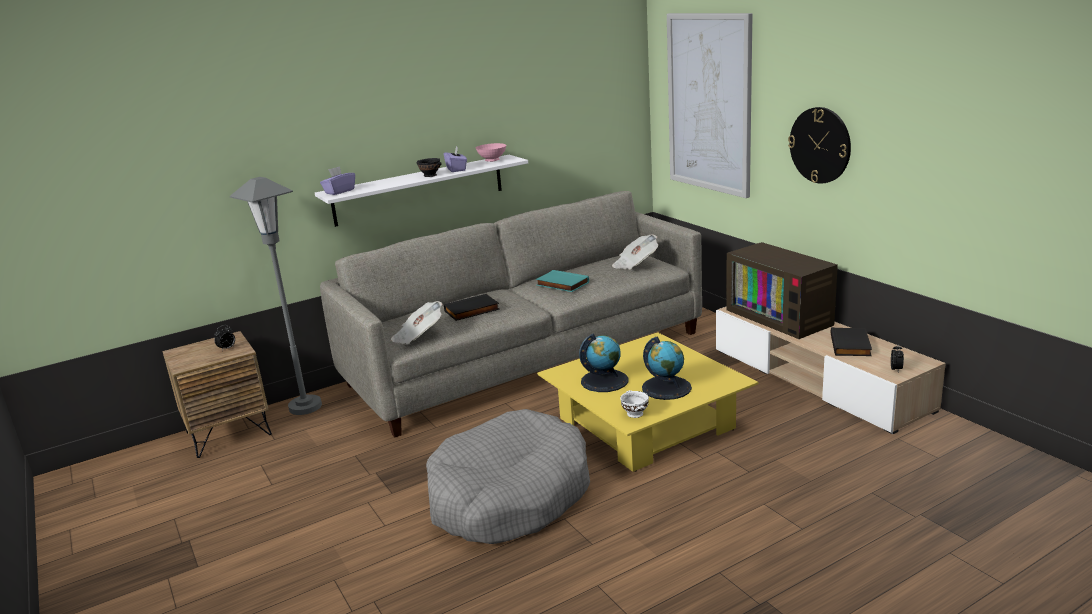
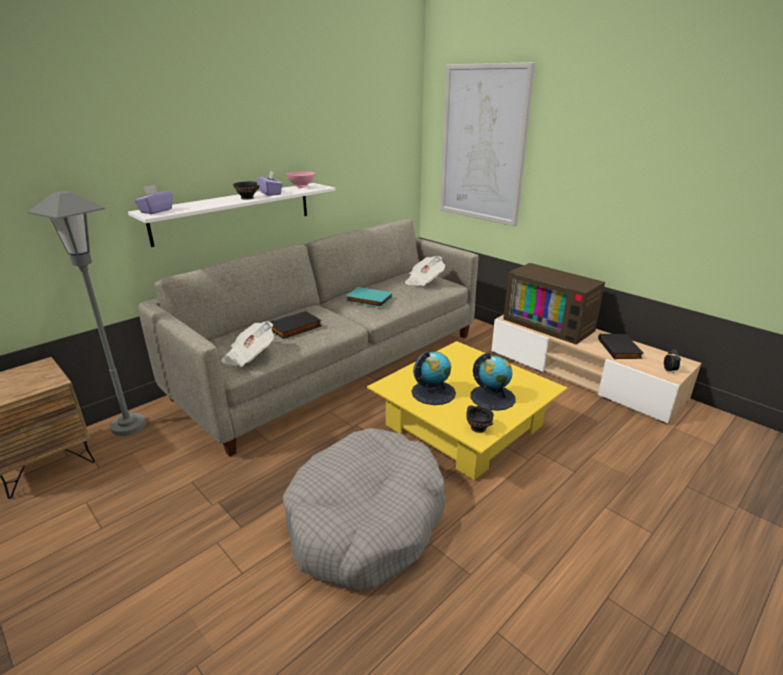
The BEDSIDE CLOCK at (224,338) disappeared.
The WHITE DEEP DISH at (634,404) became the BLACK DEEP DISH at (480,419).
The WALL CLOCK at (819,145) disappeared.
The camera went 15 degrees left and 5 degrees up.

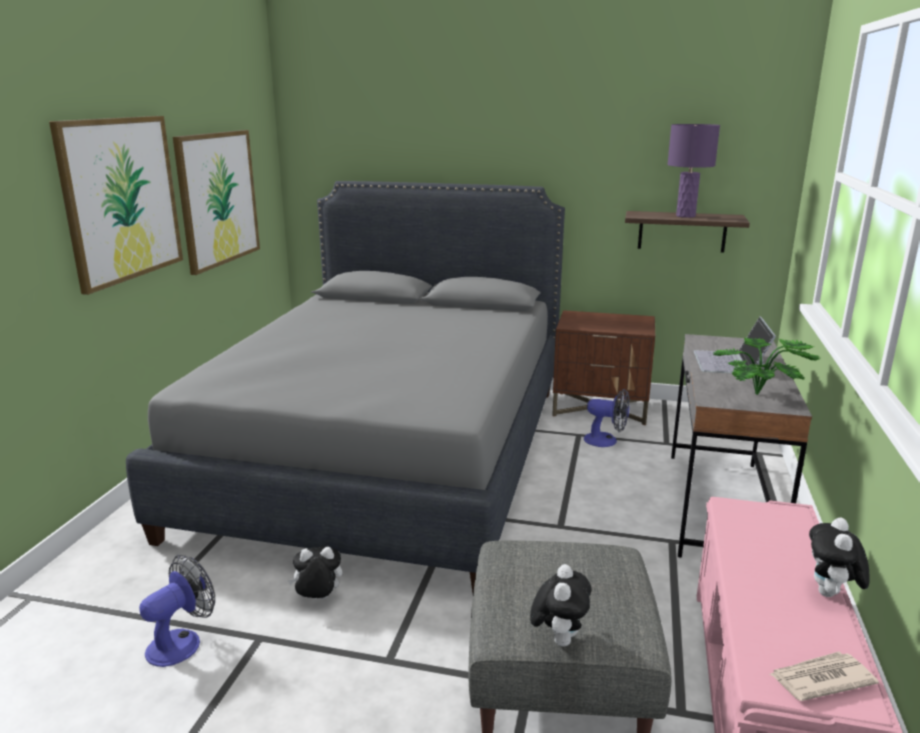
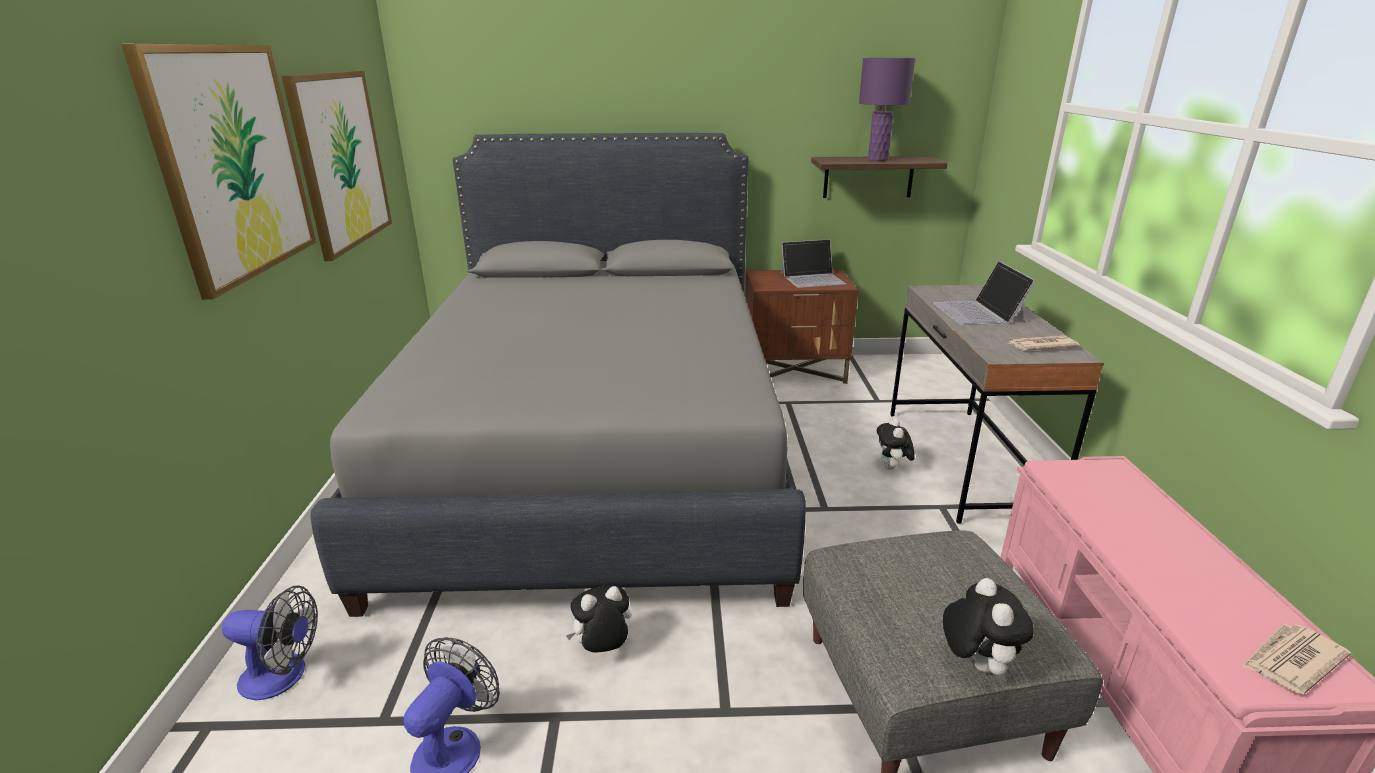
The FAN moved from (607,418) to (270,643).
The PLANT IN A POT at (766,366) was replaced by the DAILY PAPER at (1044,342).
The CUDDLY TOY moved from (839,557) to (896,444).
The PORTABLE COMPUTER at (813,263) appeared.
The camera went 15 degrees left and 5 degrees up.

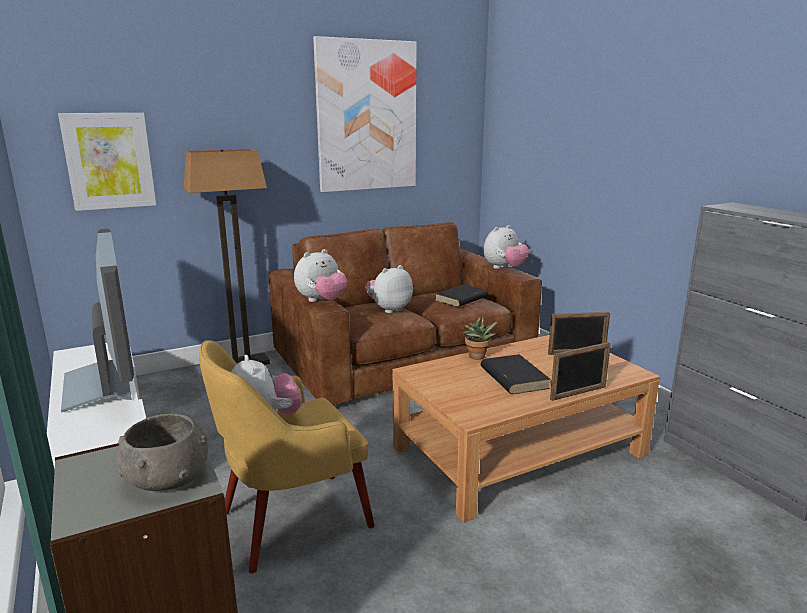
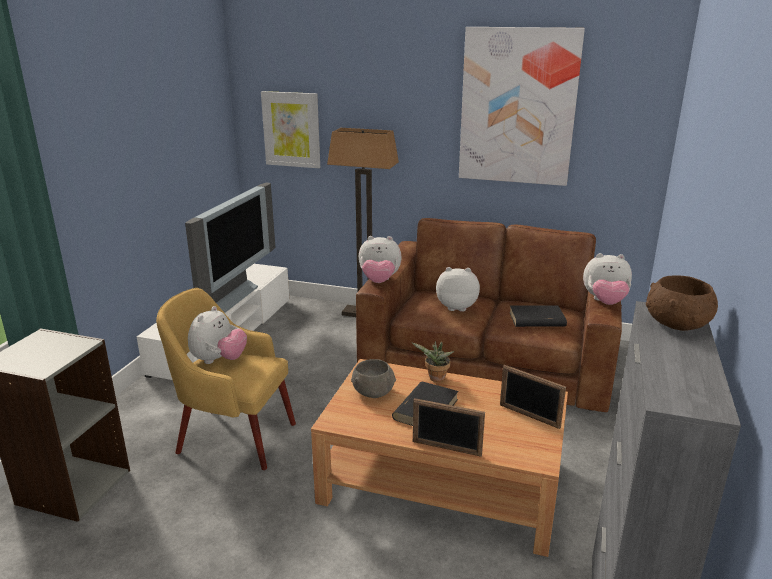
The GREYISH DEEP DISH moved from (162,452) to (373,378).
The BROWN DEEP DISH at (682,303) appeared.
The camera went 45 degrees right and 5 degrees up.

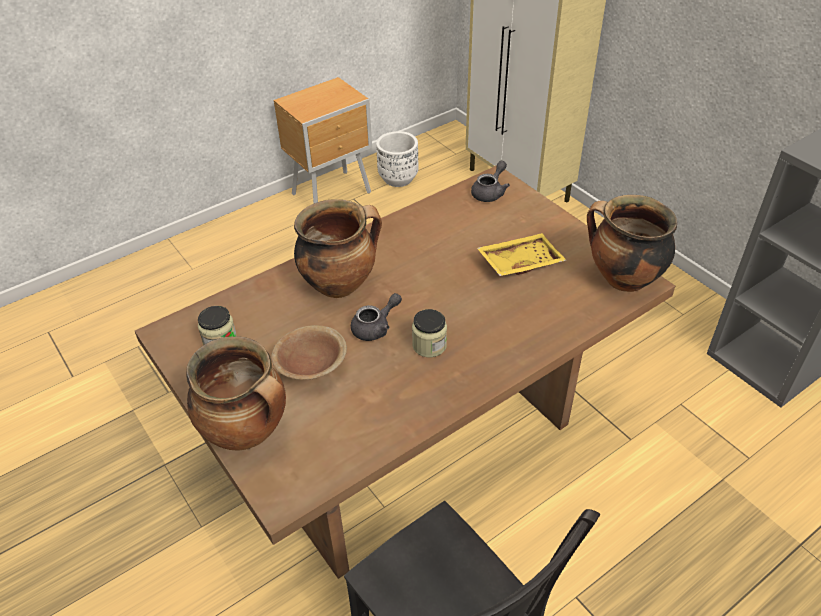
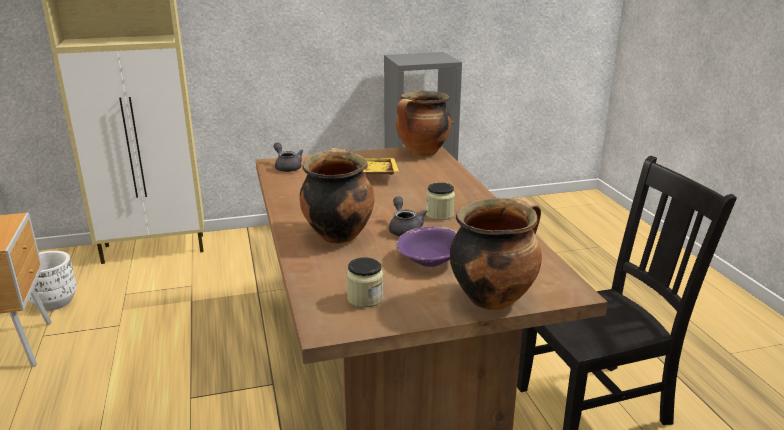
The BROWN DEEP DISH at (309,352) became the PURPLE DEEP DISH at (427,246).
The camera went 70 degrees left and 20 degrees down.

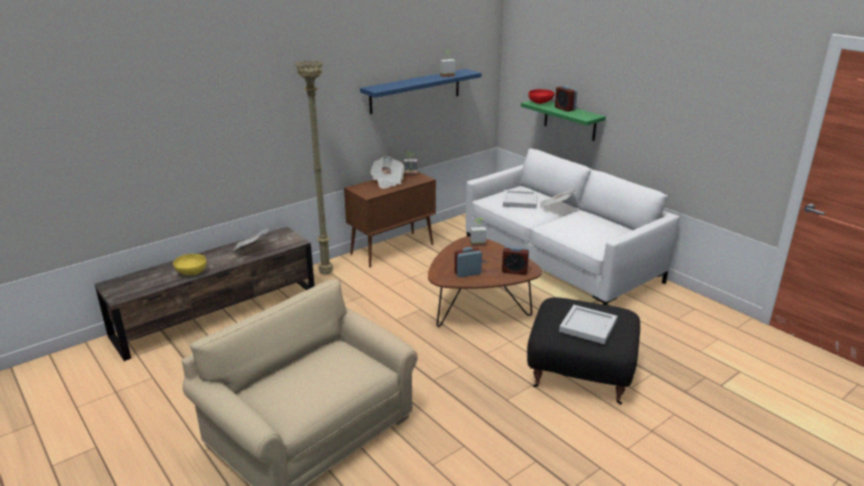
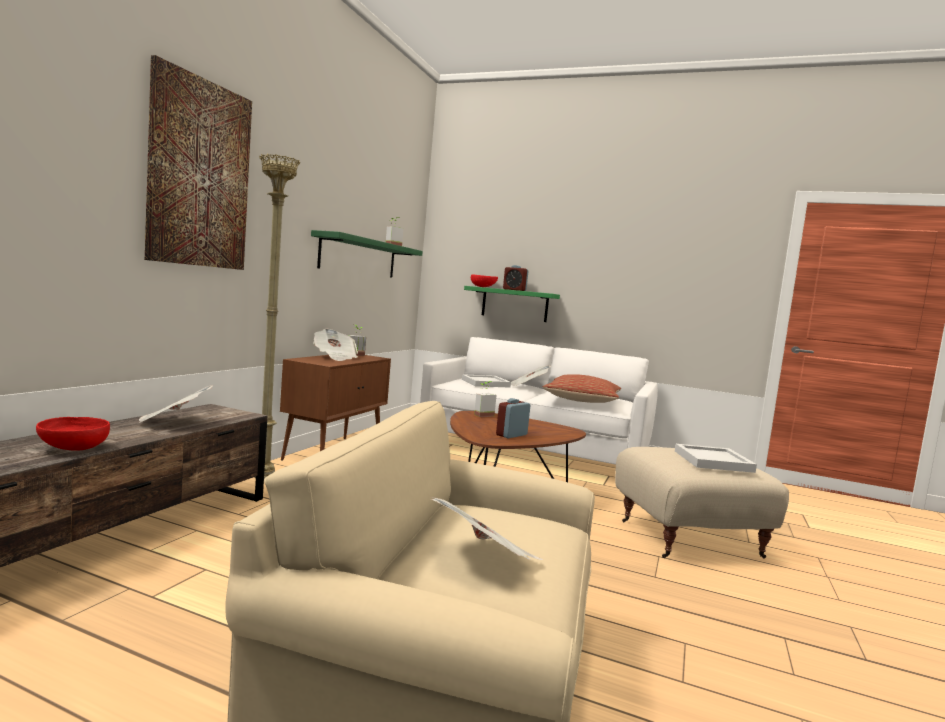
The YELLOW-COLOURED DEEP DISH at (189,264) became the REDDISH DEEP DISH at (73,434).
The BLUE SHELF at (421,91) became the GREEN-COLOURED SHELF at (367,254).
The BEDSIDE CLOCK at (515,260) disappeared.
The BLACK POUFFE at (583,351) became the BEIGE POUFFE at (702,503).
The WALL ART at (198,162) appeared.
The DAILY PAPER at (487,528) appeared.
The CUSHION at (582,388) appeared.
The camera went 30 degrees left and 20 degrees down.

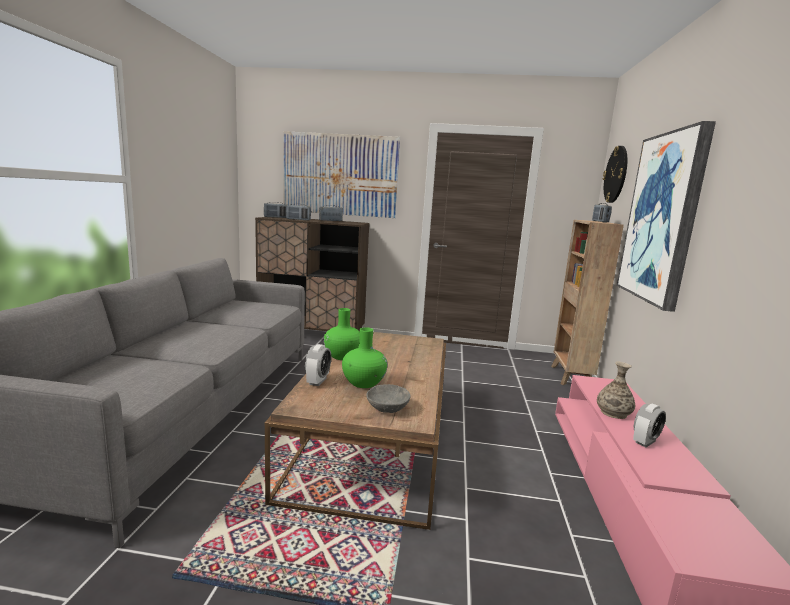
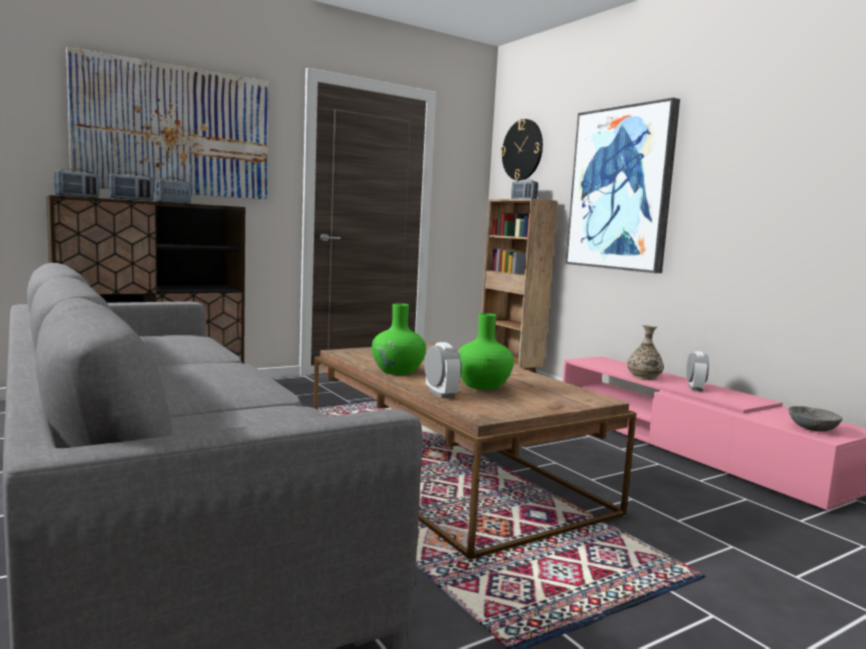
The GREYISH DEEP DISH moved from (388,398) to (815,419).
The camera went 40 degrees left and 5 degrees down.

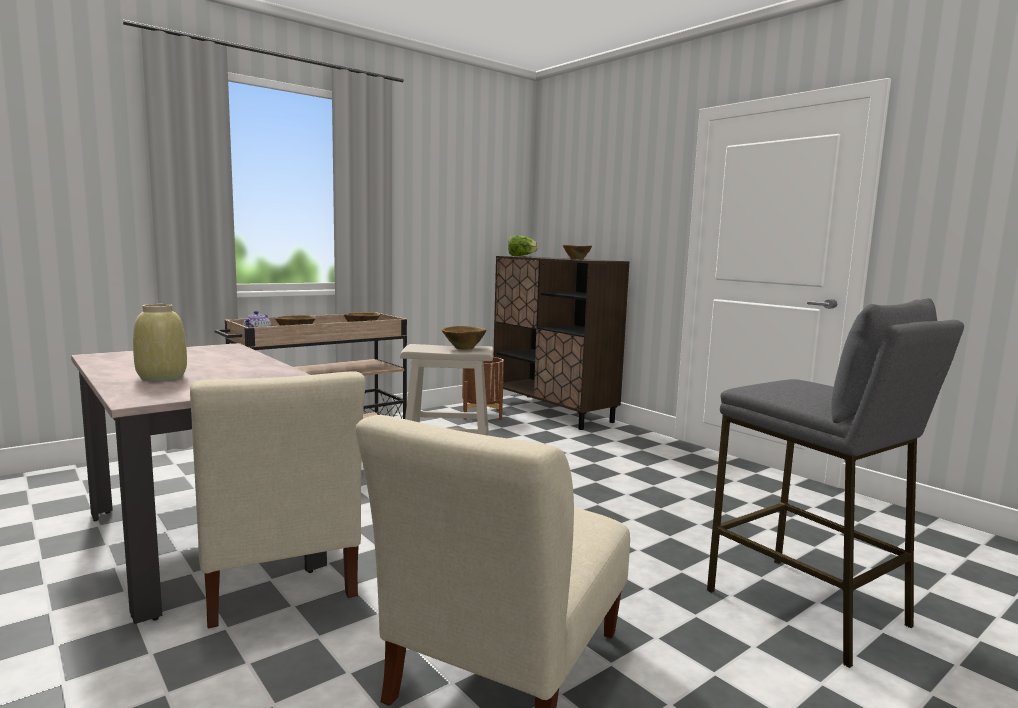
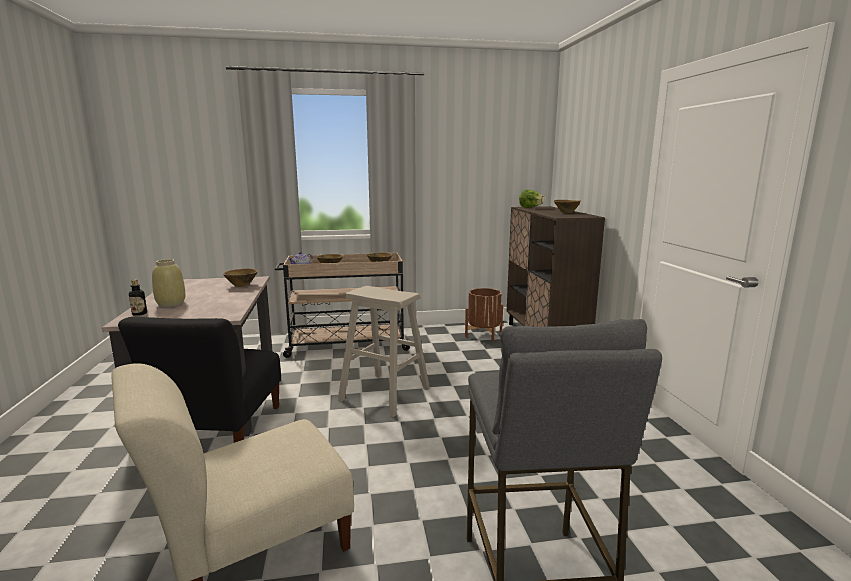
The BEIGE PLAIN CHAIR at (278,499) became the BLACK PLAIN CHAIR at (199,380).
The BROWN DEEP DISH moved from (464,338) to (240,277).
The DRINK BOTTLE at (138,297) appeared.
The camera went 30 degrees right and 5 degrees up.

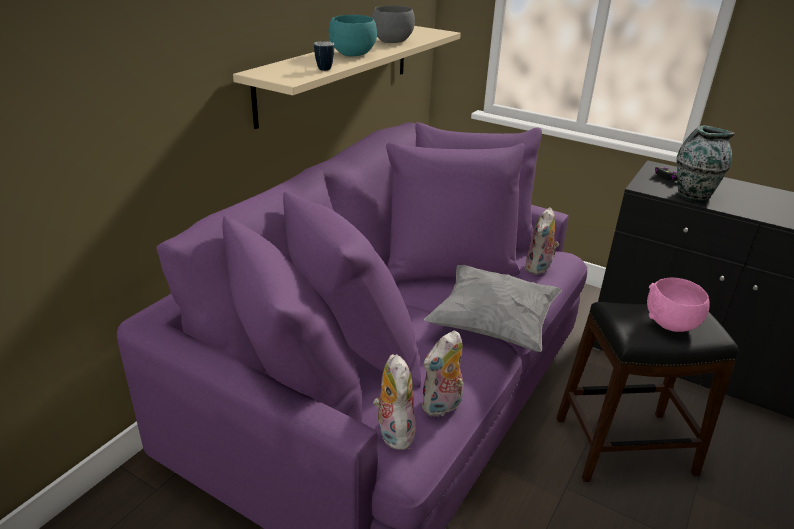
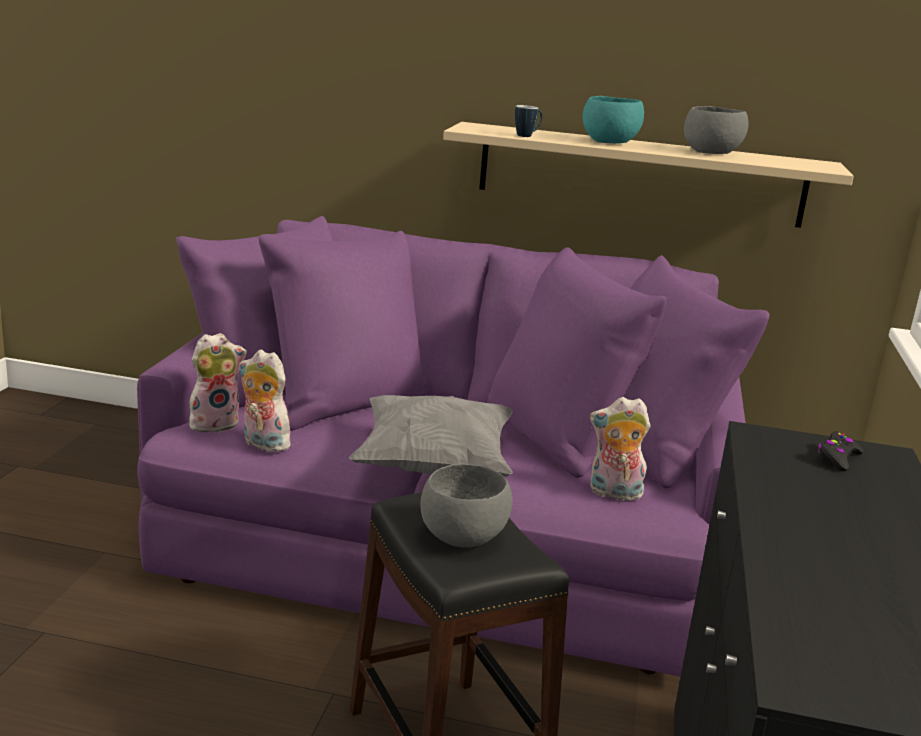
The PINK DEEP DISH at (678,305) became the GREYISH DEEP DISH at (467,506).
The FLOWER VASE at (706,164) disappeared.
The camera went 70 degrees right and 10 degrees down.

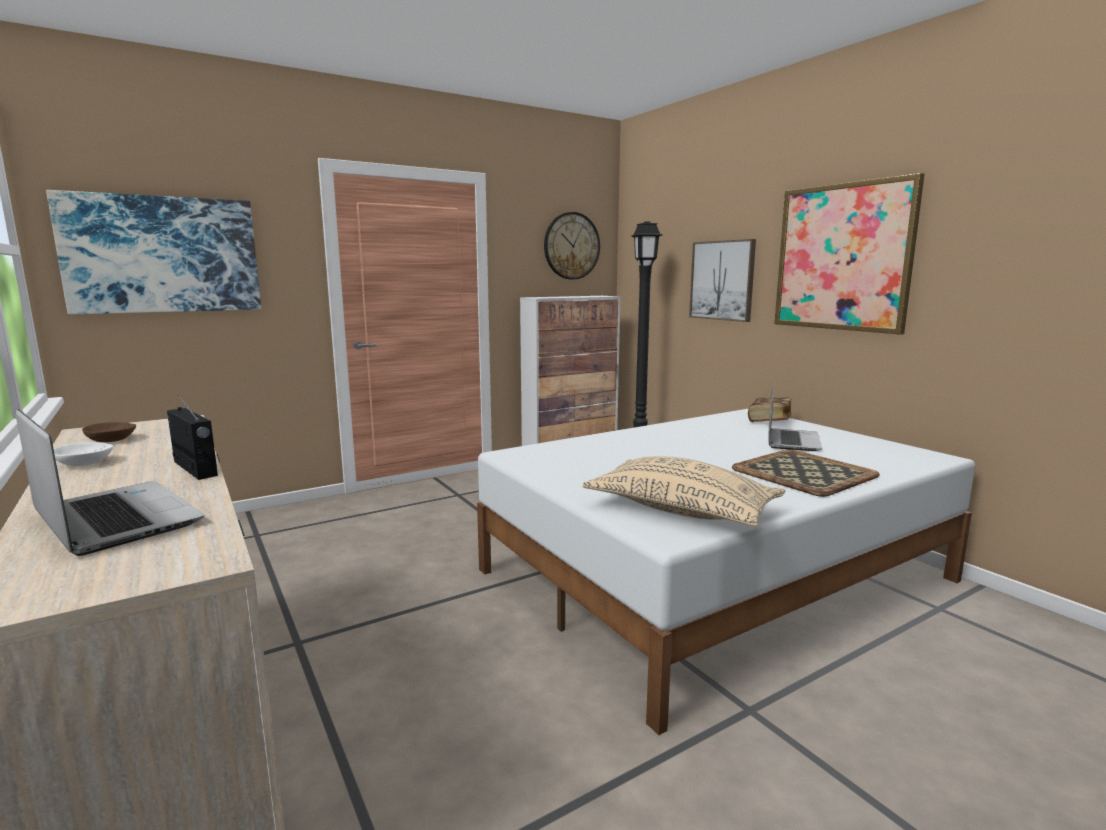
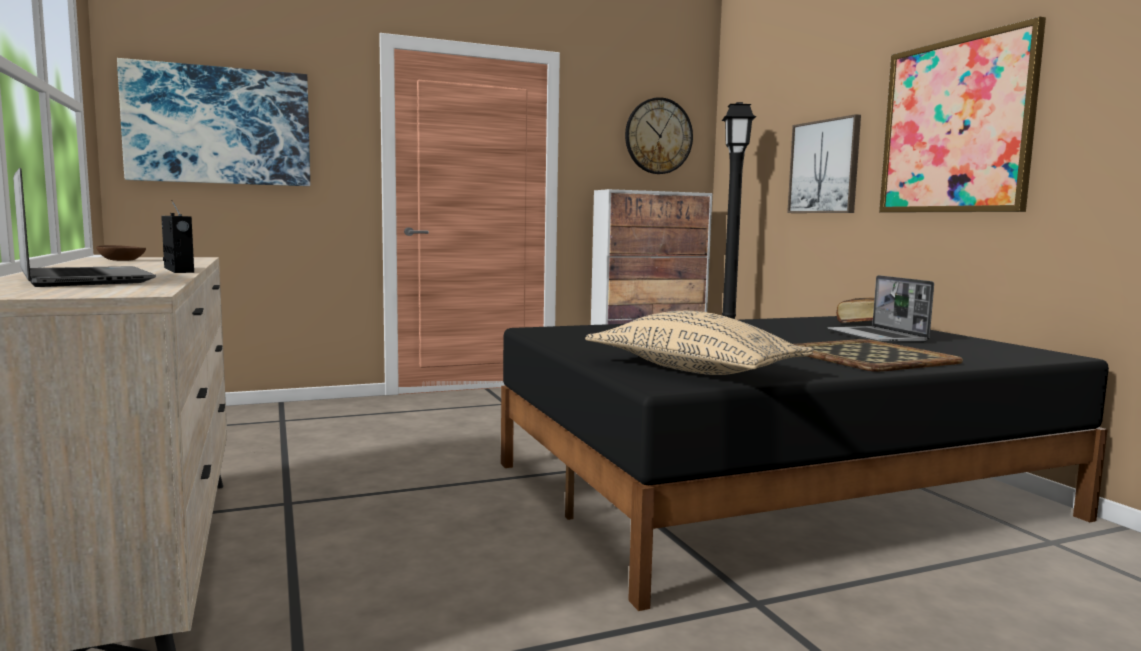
The WHITE DEEP DISH at (83,454) disappeared.
The WHITE BEDROOM BED at (726,572) became the BLACK BEDROOM BED at (805,463).
The PORTABLE COMPUTER at (795,419) turned 135 degrees clockwise.
The camera went 10 degrees right and 5 degrees down.

